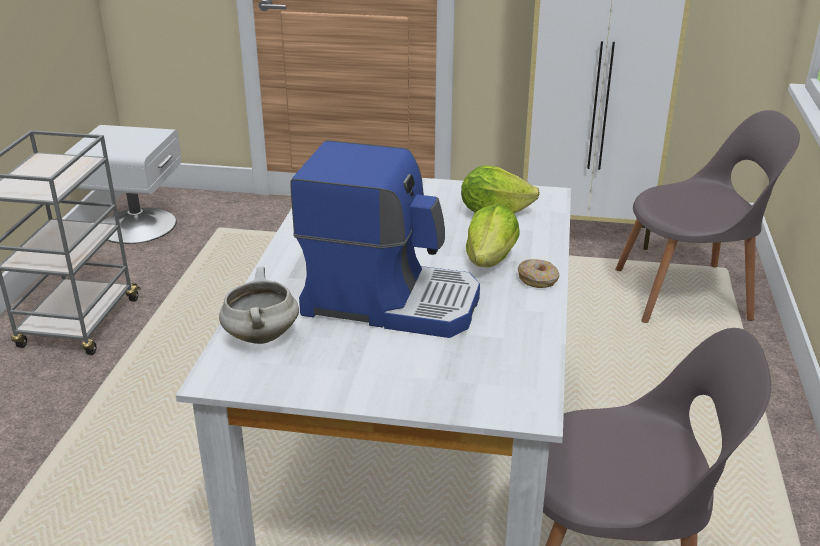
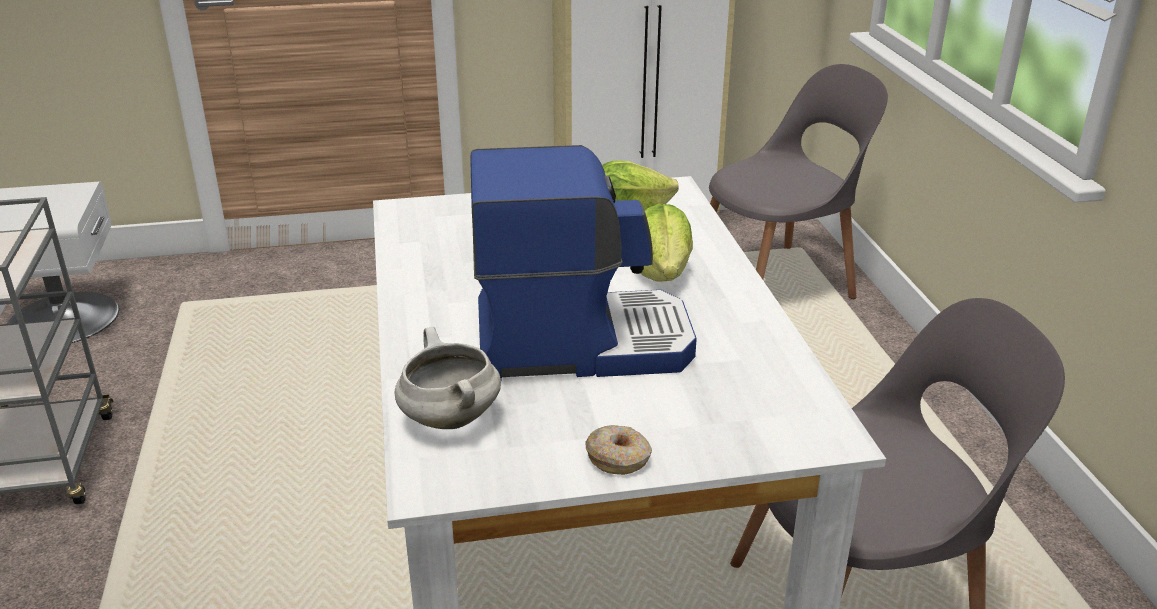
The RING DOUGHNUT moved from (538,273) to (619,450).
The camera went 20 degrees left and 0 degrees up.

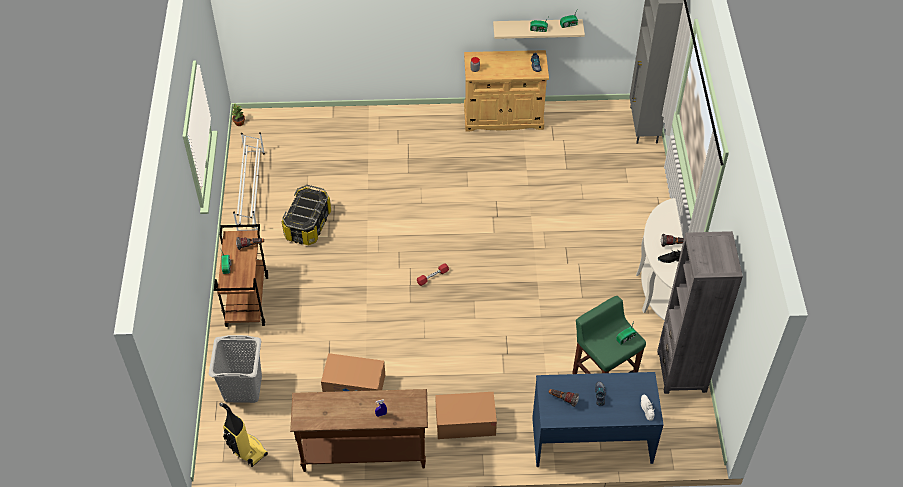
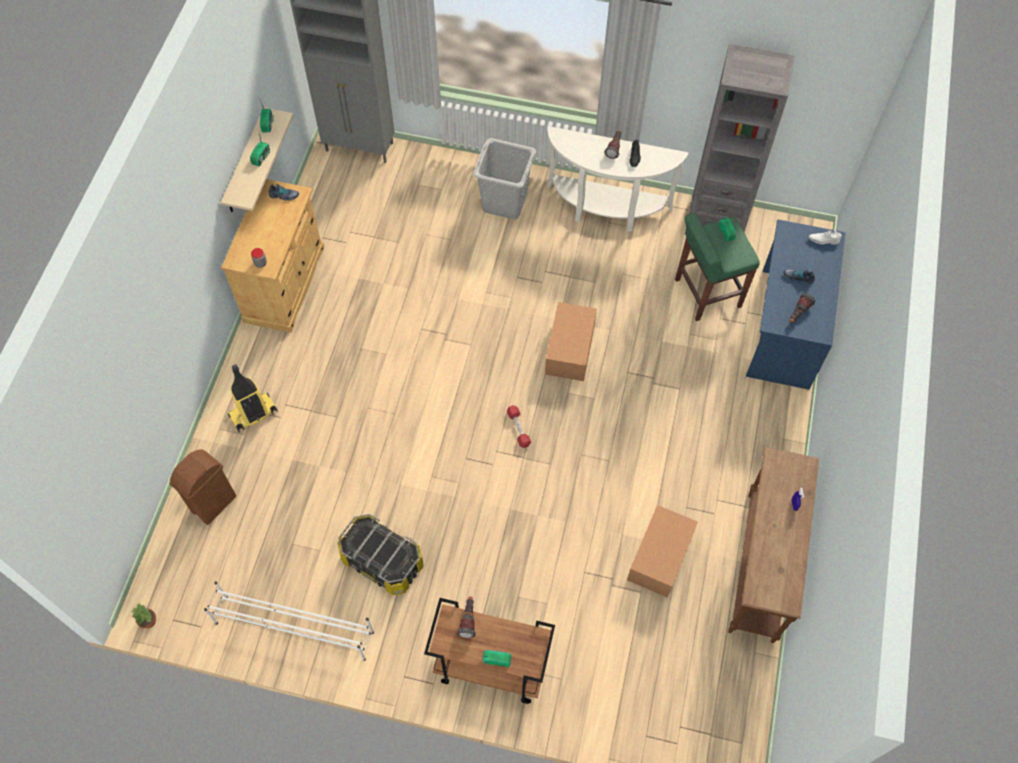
The GREYISH WASHING BASKET moved from (235,369) to (504,179).
The VACUUM moved from (243,435) to (253,398).
The PACKING BOX moved from (466,415) to (571,341).
The BROWN WASTE BIN at (202,487) appeared.
The camera went 75 degrees left and 10 degrees up.

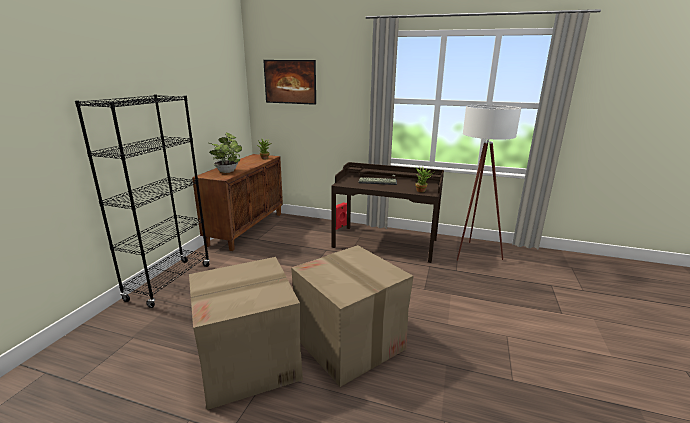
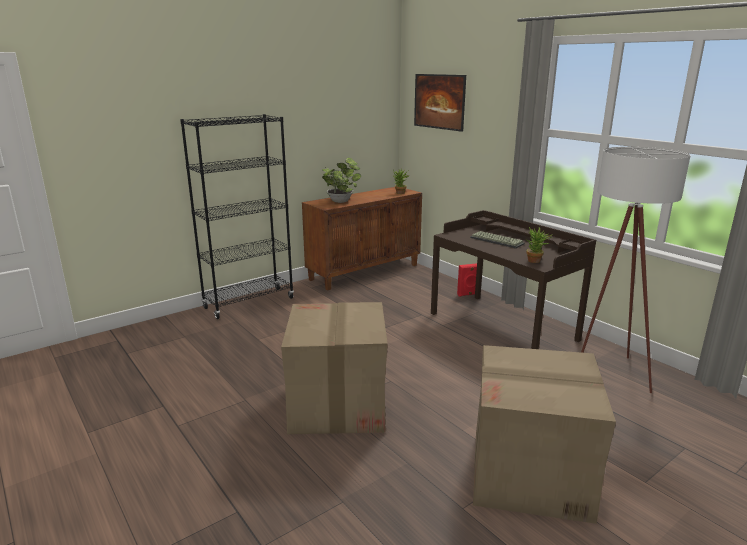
The PACKING BOX moved from (246,333) to (544,434).
The camera went 35 degrees right and 0 degrees up.

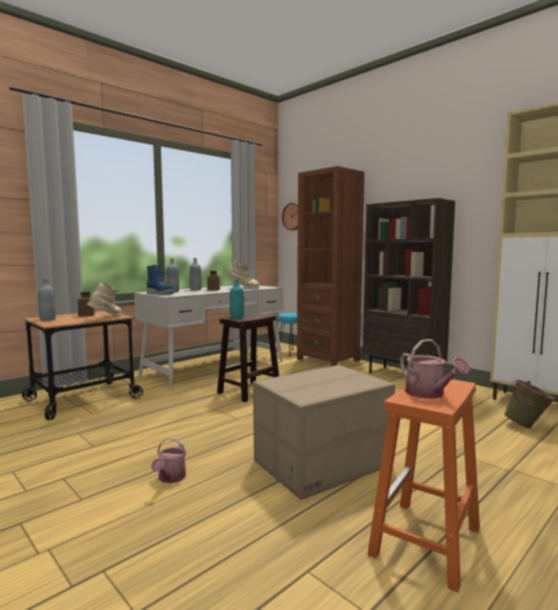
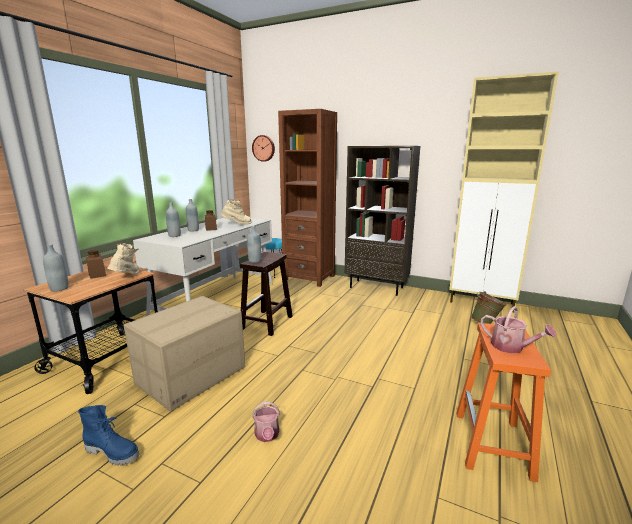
The BLUE HIGH-TOP BOOT moved from (160,280) to (108,435).
The BLUE-GREEN DRINK BOTTLE at (237,299) became the GREYISH DRINK BOTTLE at (254,244).
The PACKING BOX moved from (324,432) to (184,354).
The camera went 20 degrees left and 10 degrees up.

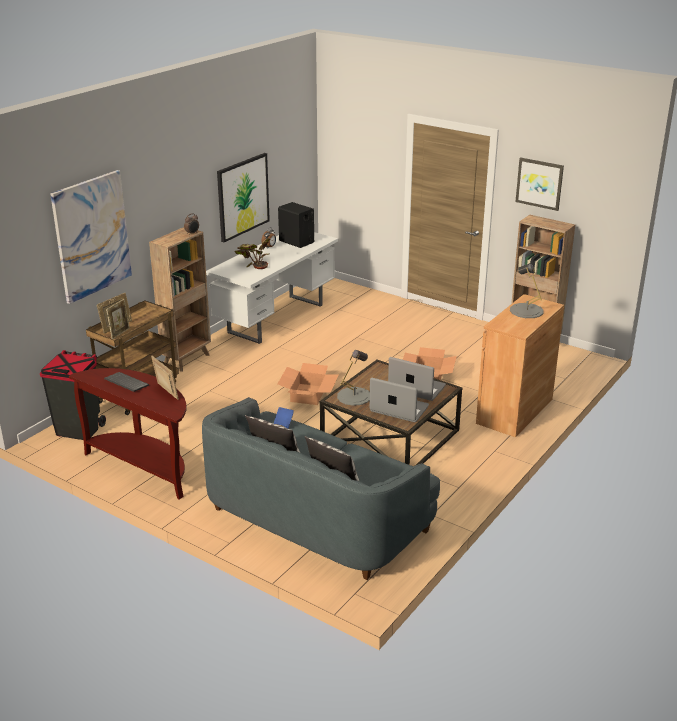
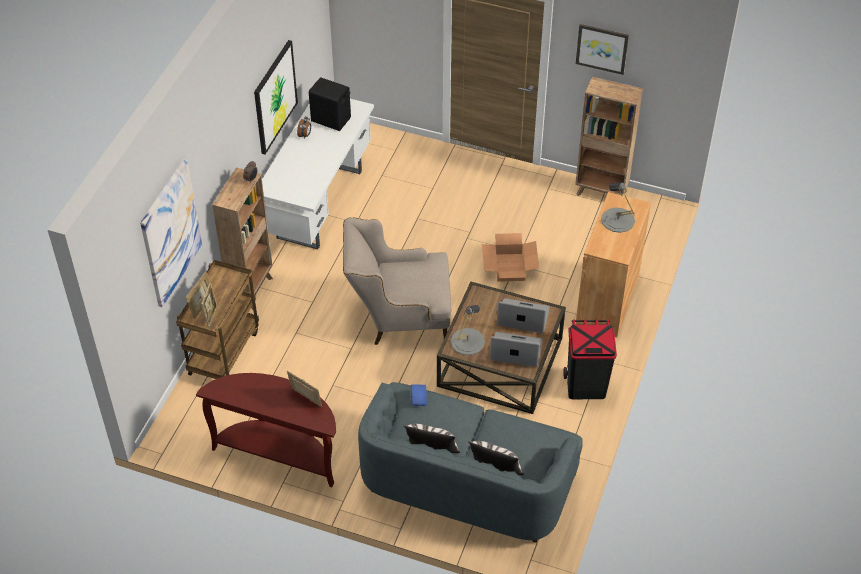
The BLACK WASTE BIN moved from (73,395) to (590,359).
The KEYBOARD at (126,382) disappeared.
The PLANT IN A POT at (252,253) disappeared.
The PACKING BOX at (308,384) was replaced by the BEIGE EASY CHAIR at (397,281).
The camera went 15 degrees left and 20 degrees up.

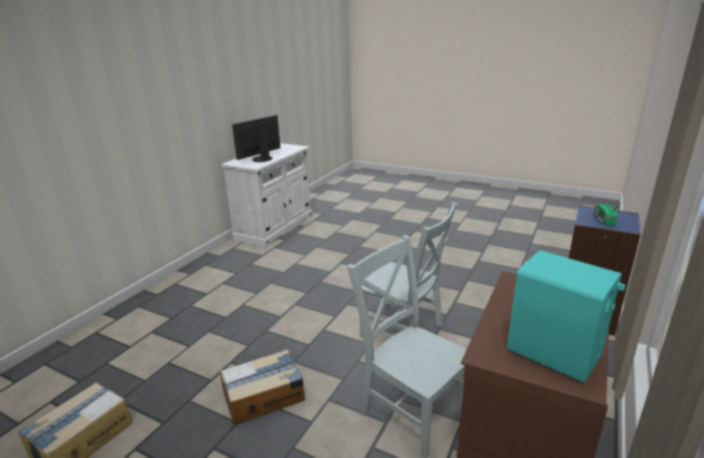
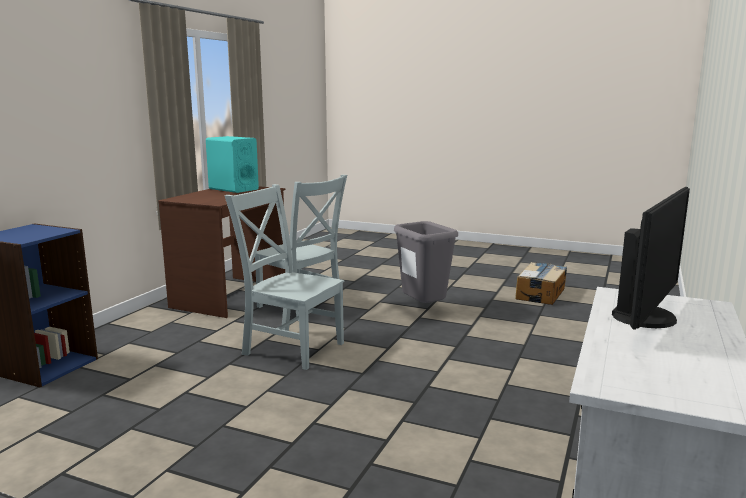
The PACKING BOX at (262,387) was replaced by the GREYISH WASTE BIN at (426,262).
The RADIO RECEIVER at (608,213) disappeared.
The camera went 175 degrees right and 10 degrees down.

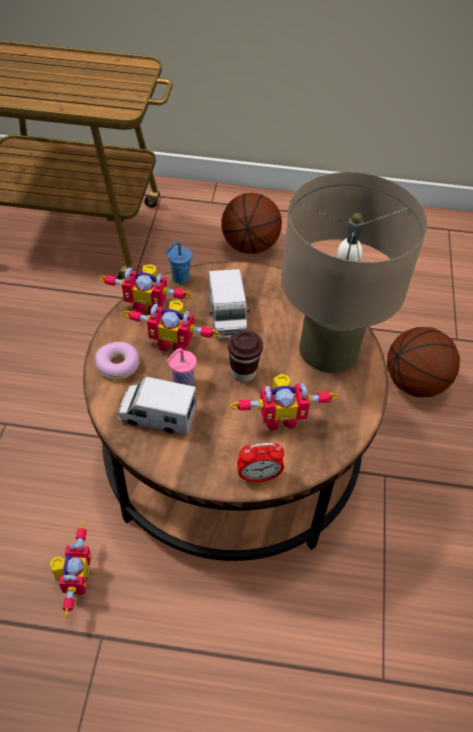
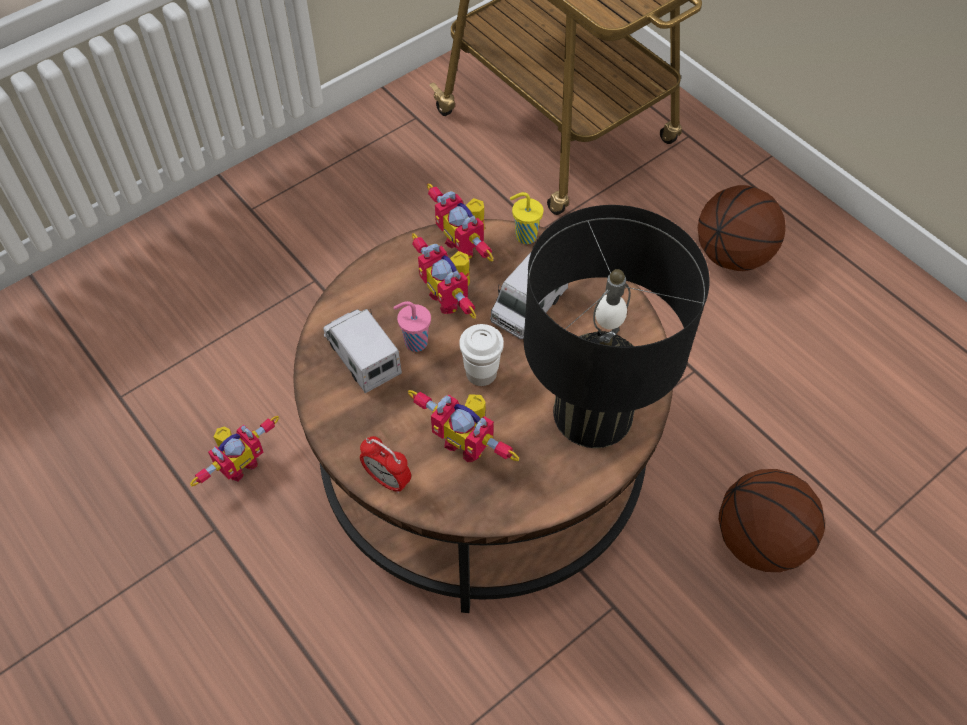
The RING DOUGHNUT at (117,360) disappeared.
The BLUE DRINKING CUP at (179,262) became the YELLOW-COLOURED DRINKING CUP at (527,218).
The BROWN DRINKING CUP at (245,356) became the WHITE DRINKING CUP at (482,355).
The BEIGE TABLETOP LAMP at (354,272) became the BLACK TABLETOP LAMP at (617,326).
The camera went 45 degrees right and 5 degrees up.

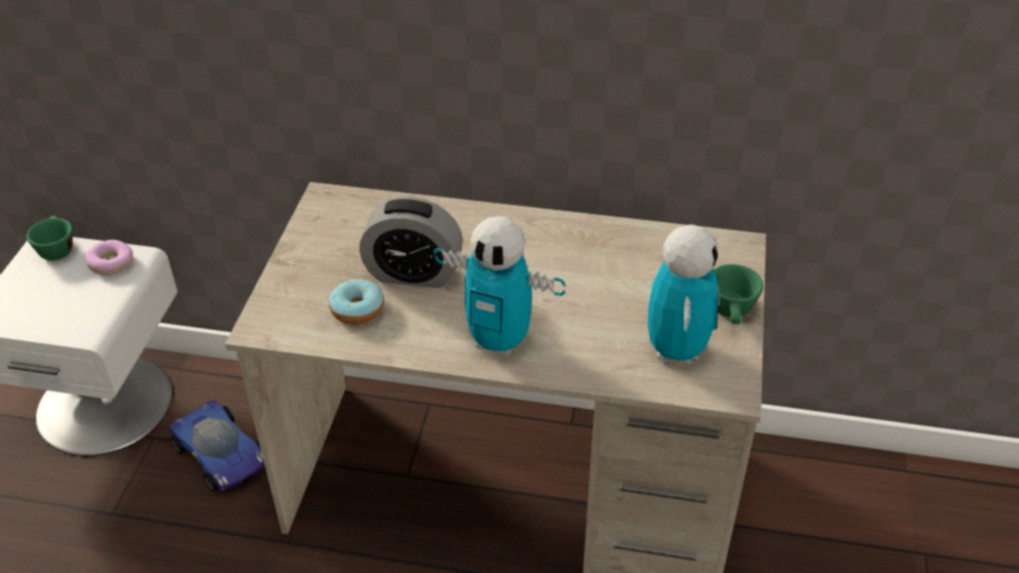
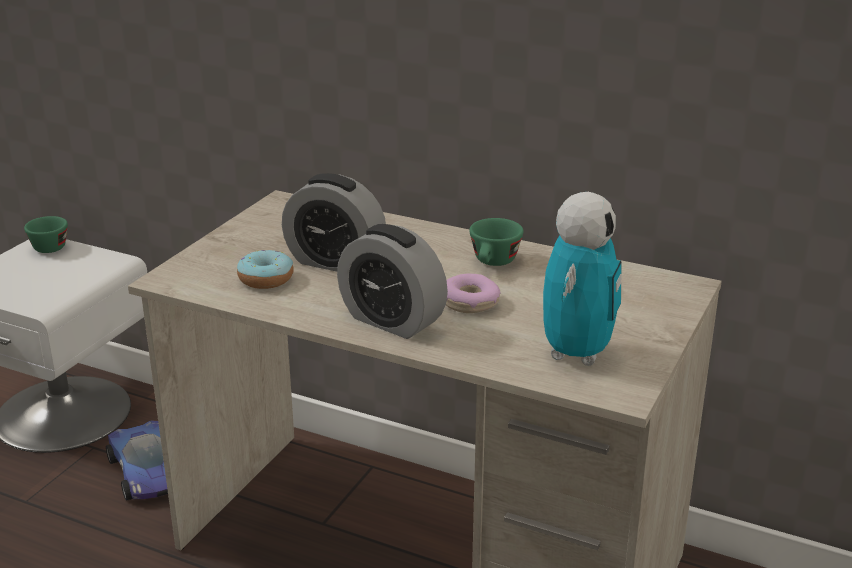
The RING DOUGHNUT moved from (109,257) to (473,293).
The TOY ROBOT at (500,286) was replaced by the BEDSIDE CLOCK at (392,281).
The GREEN-COLOURED DRINKING CUP moved from (738,294) to (496,242).
The camera went 15 degrees right and 15 degrees down.

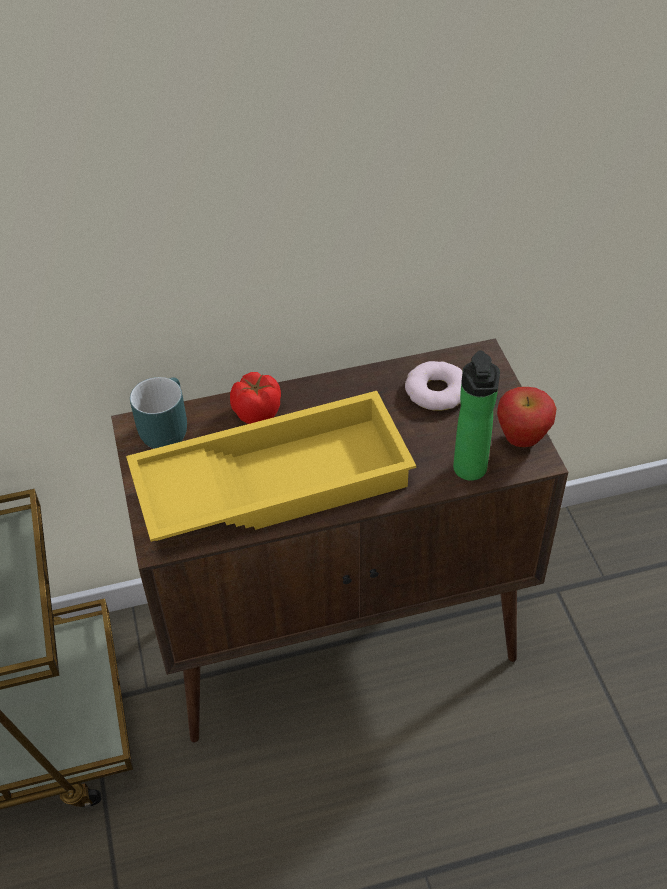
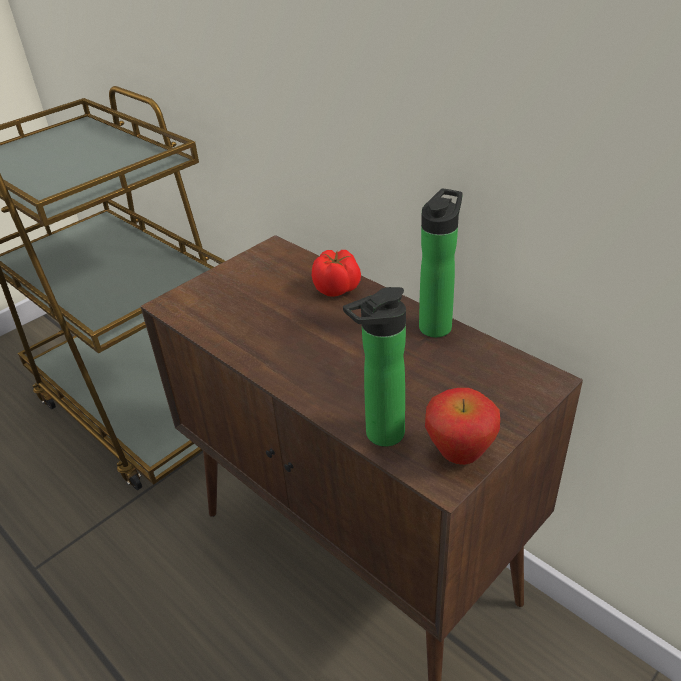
The YELLOW-COLOURED CARRYING TRAY at (271,466) disappeared.
The BLUE-GREEN MUG at (158,413) disappeared.
The RING DOUGHNUT at (434,386) disappeared.
The DRINK BOTTLE at (441,263) appeared.
The camera went 60 degrees right and 10 degrees down.

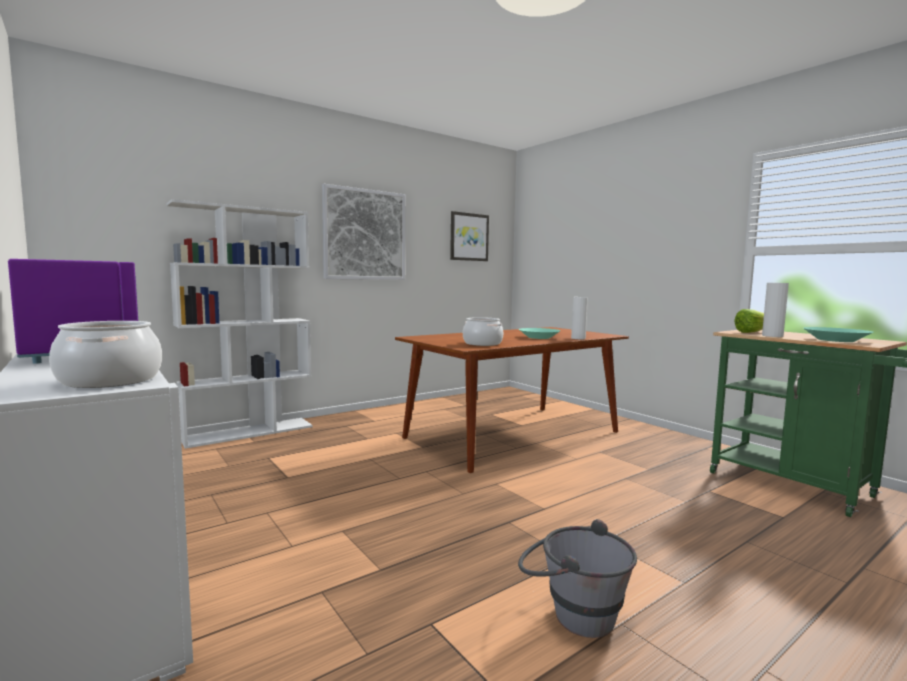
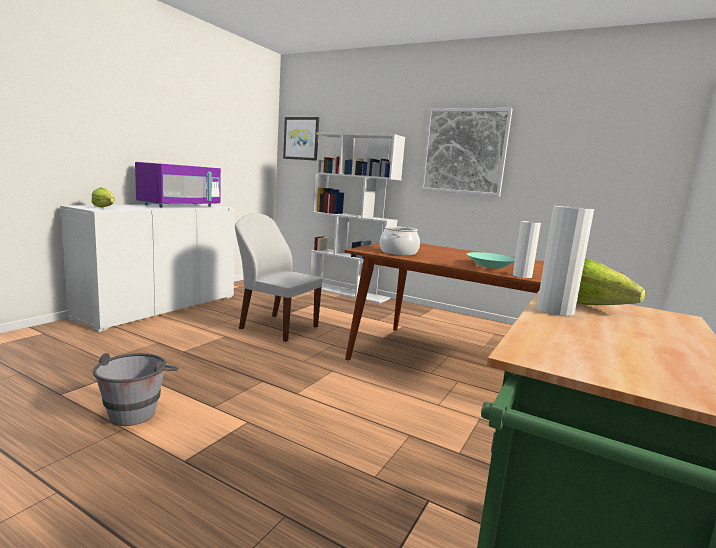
The STOCKPOT at (105,354) was replaced by the LETTUCE HEAD at (103,197).
The WALL ART moved from (469,236) to (301,139).
The BLUE-GREEN DEEP DISH at (838,334) disappeared.
The WHITE PLAIN CHAIR at (279,277) appeared.
The camera went 65 degrees right and 5 degrees up.

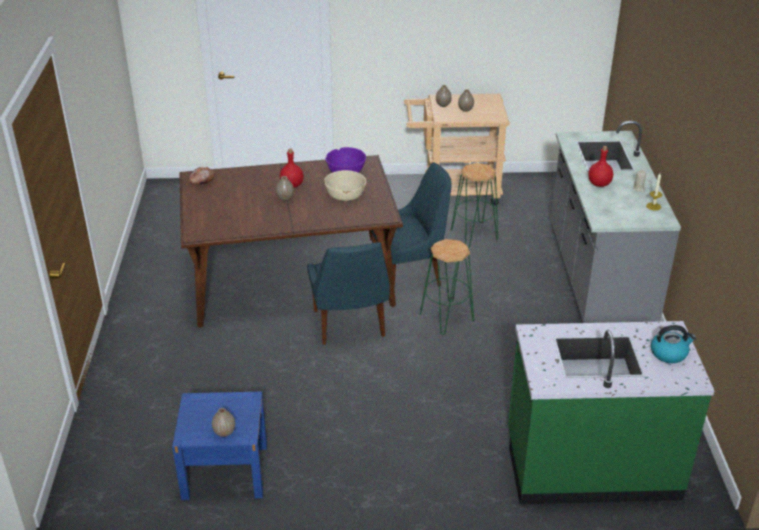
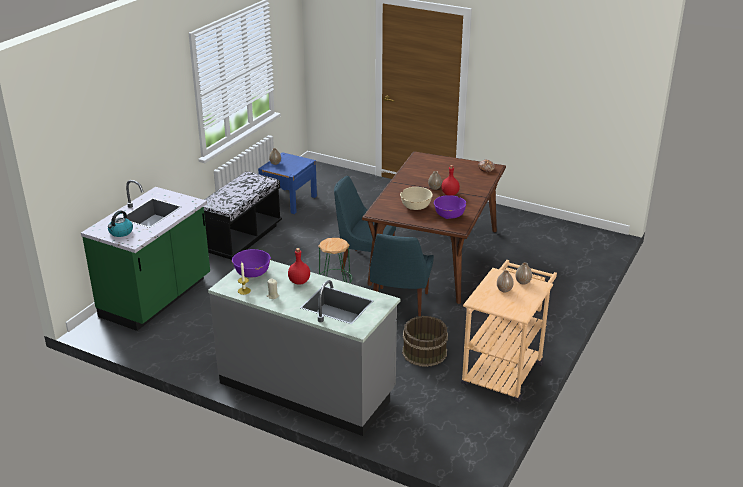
The GREEN-COLOURED STOOL at (474,205) was replaced by the BROWN PAIL at (425,341).
The BLACK BENCH at (243,216) appeared.
The PURPLE DEEP DISH at (251,263) appeared.
The camera went 120 degrees right and 5 degrees down.

